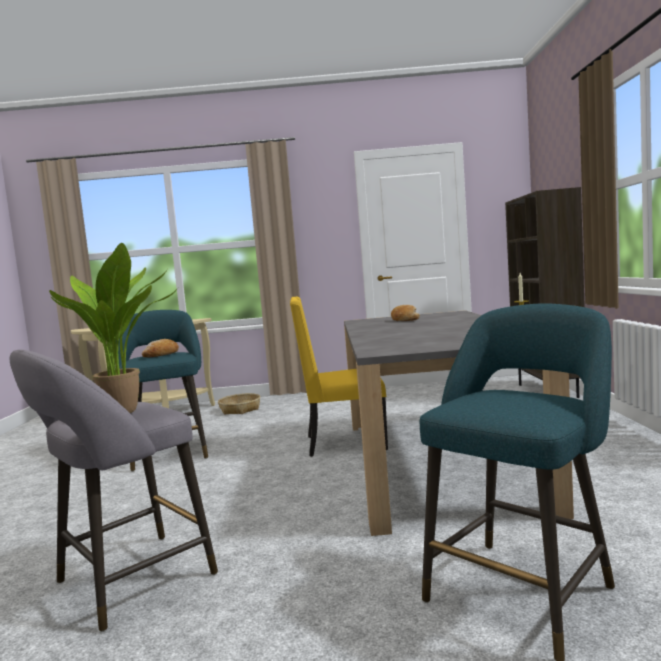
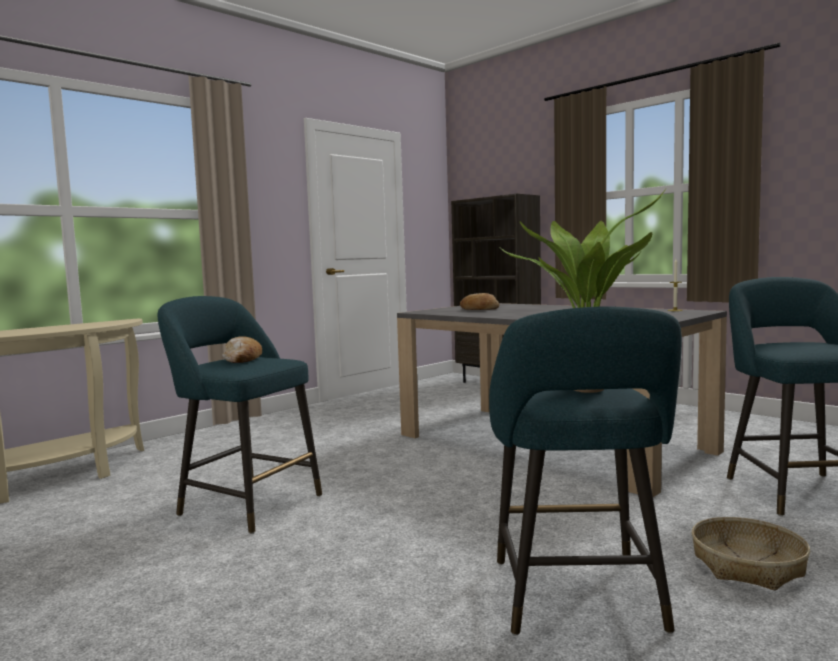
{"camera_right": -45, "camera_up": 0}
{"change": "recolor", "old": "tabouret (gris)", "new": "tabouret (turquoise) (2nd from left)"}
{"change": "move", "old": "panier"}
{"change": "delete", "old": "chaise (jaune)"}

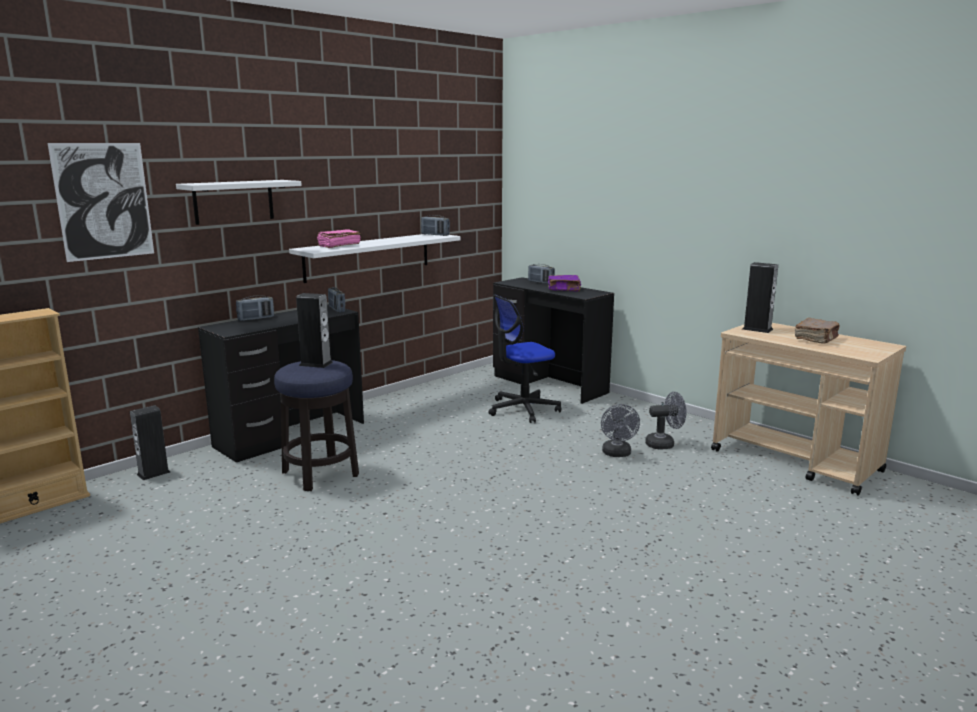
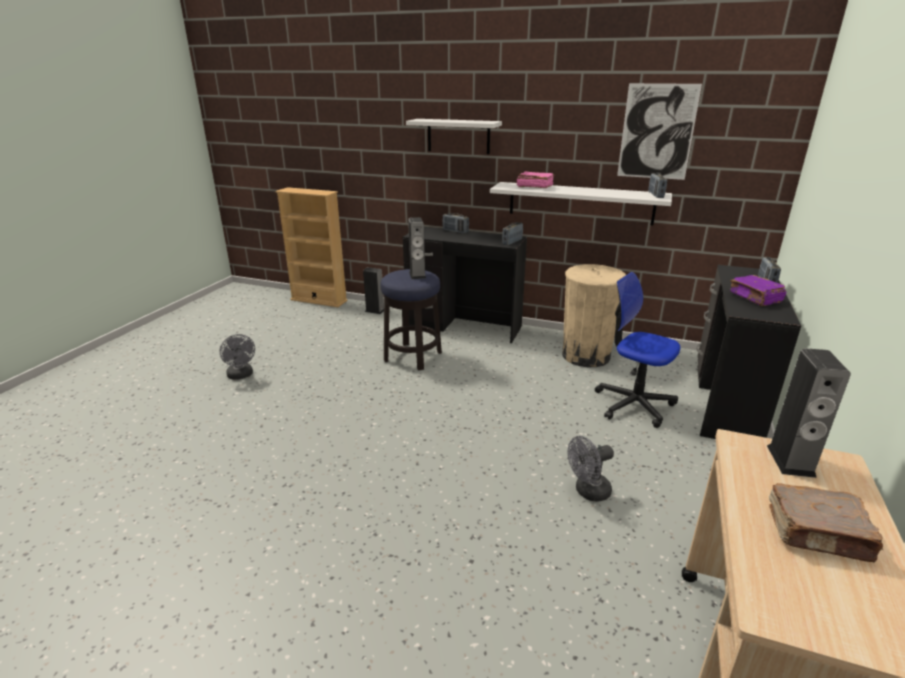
{"camera_right": 65, "camera_up": 10}
{"change": "move", "old": "ventilateur (gris) (2nd from left in the first image)", "new": "ventilateur (gris) (1st from left)"}
{"change": "insert", "new": "poubelle (beige)"}
{"change": "move", "old": "tableau"}

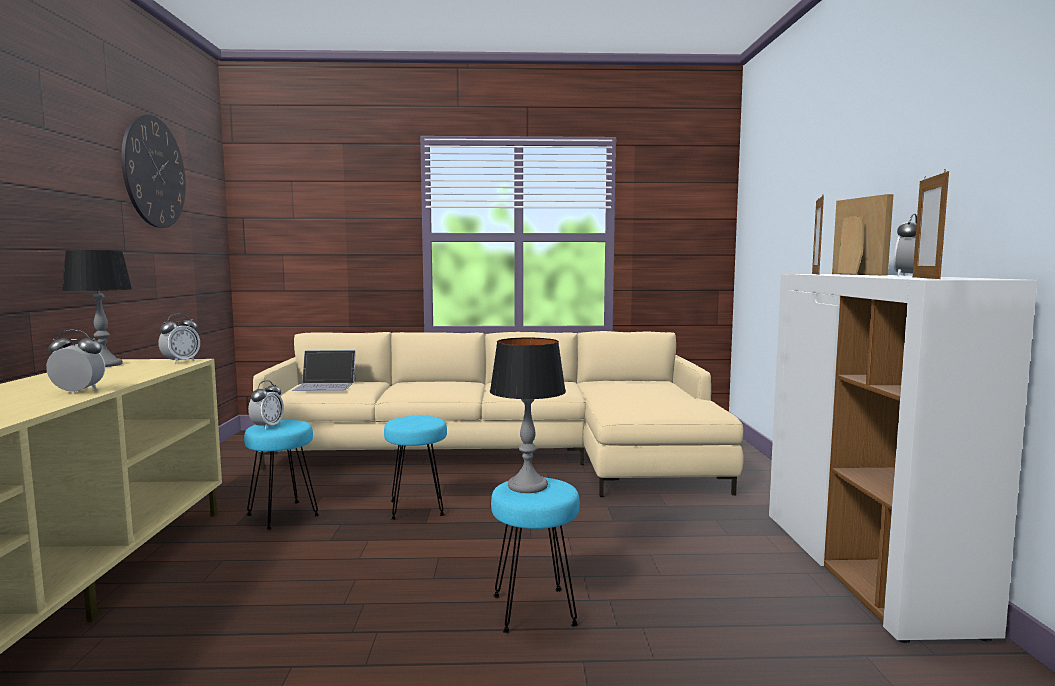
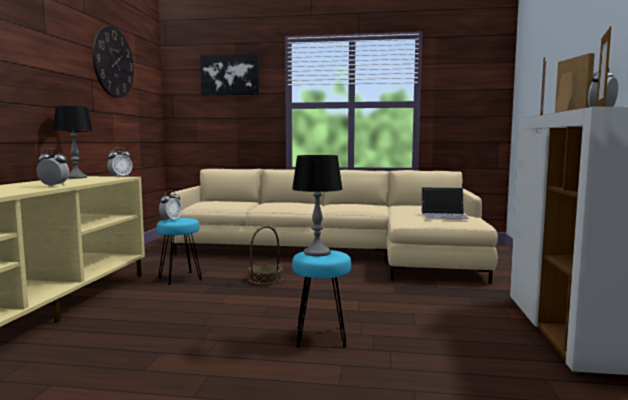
{"camera_right": 10, "camera_up": 0}
{"change": "insert", "new": "tableau"}
{"change": "replace", "old": "tabouret (turquoise) (2nd from left)", "new": "panier"}
{"change": "move", "old": "ordinateur portable"}

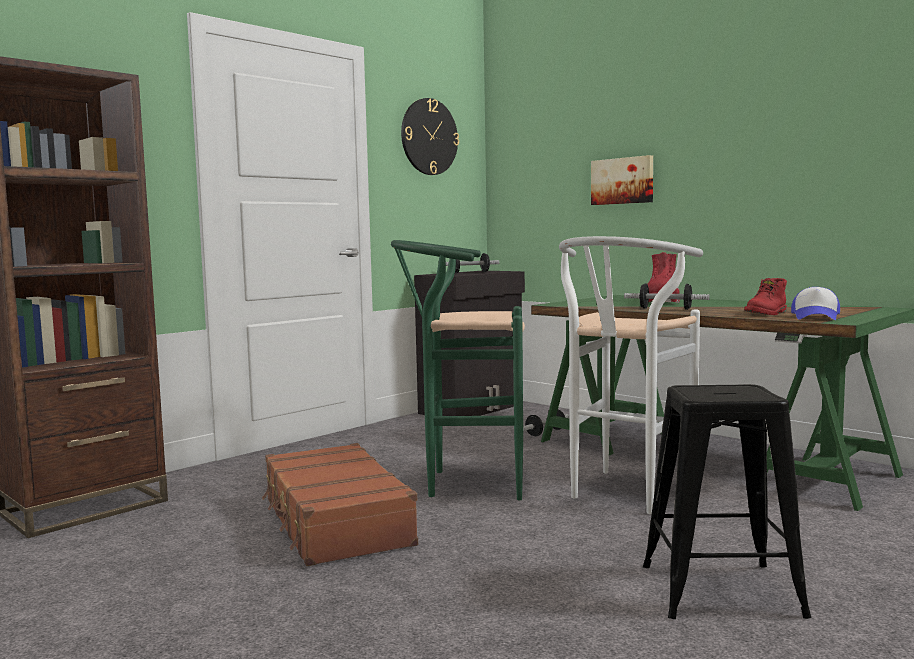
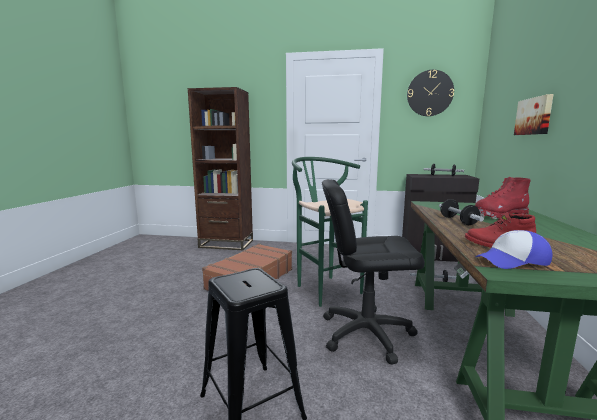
{"camera_right": 55, "camera_up": 5}
{"change": "replace", "old": "tabouret (blanc)", "new": "chaise de bureau (noir)"}

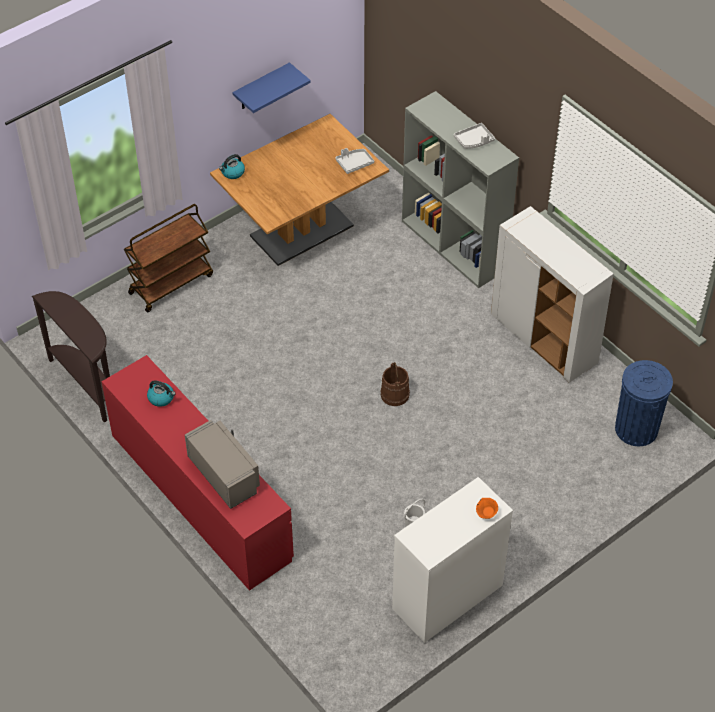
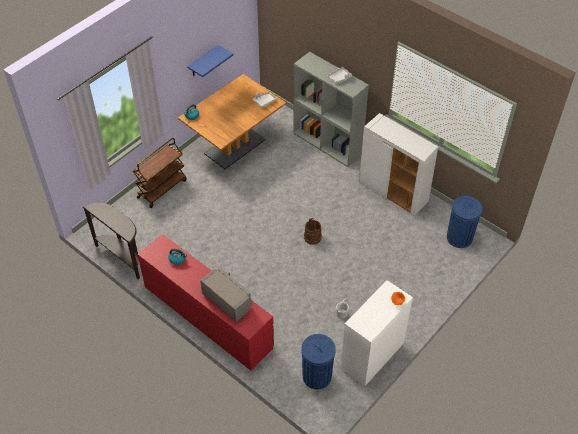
{"camera_right": -10, "camera_up": 0}
{"change": "insert", "new": "poubelle (bleu) (1st from left)"}

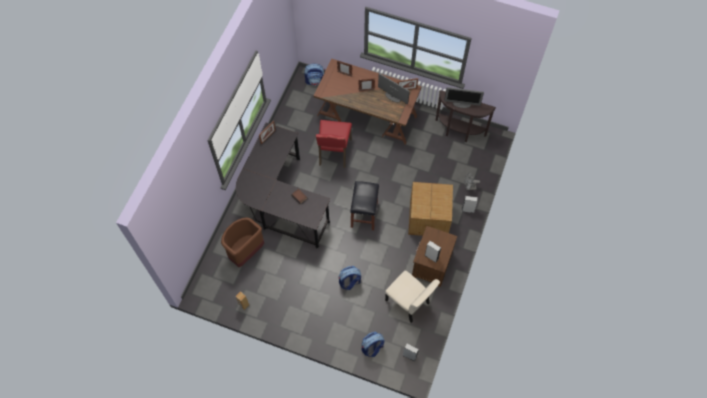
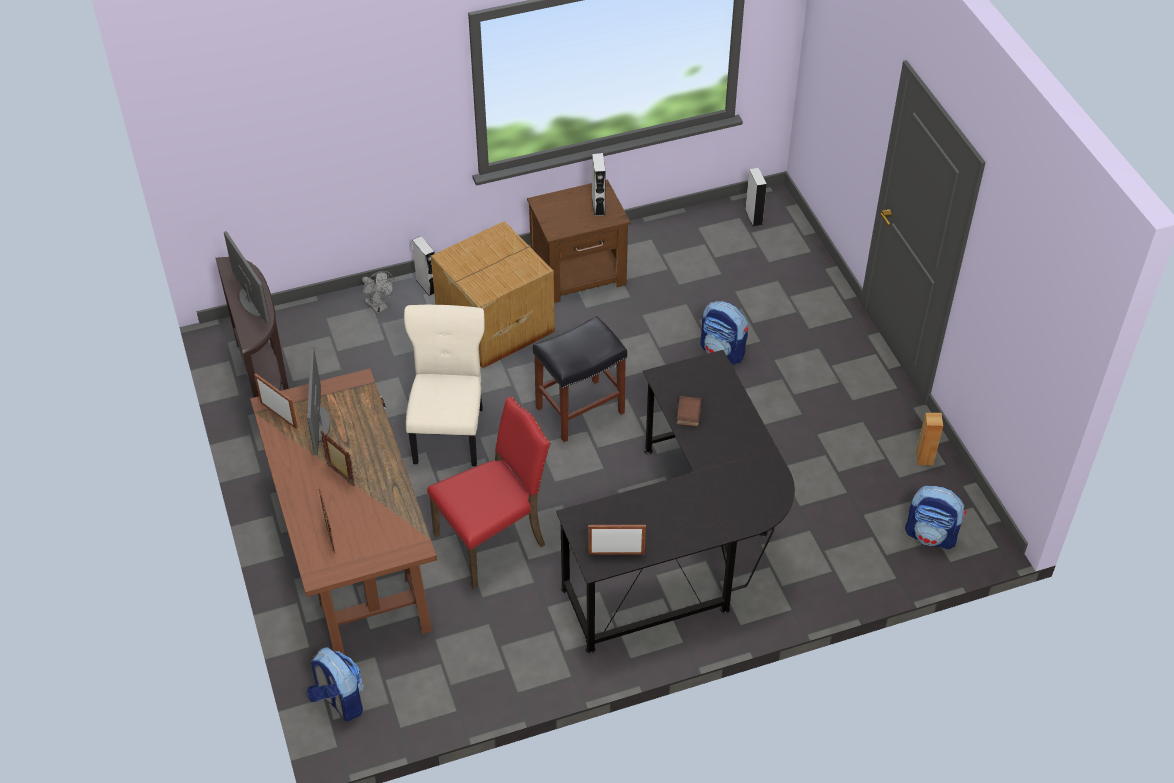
{"camera_right": -130, "camera_up": -15}
{"change": "move", "old": "chaise (beige)"}
{"change": "move", "old": "sac à dos (3rd from left)"}
{"change": "delete", "old": "poubelle (marron)"}

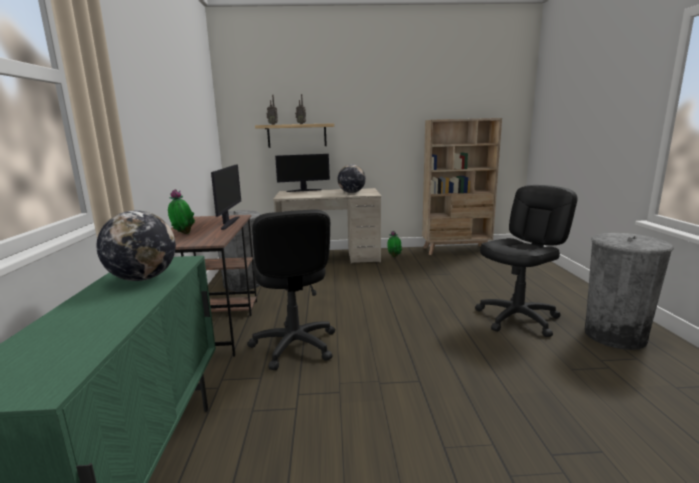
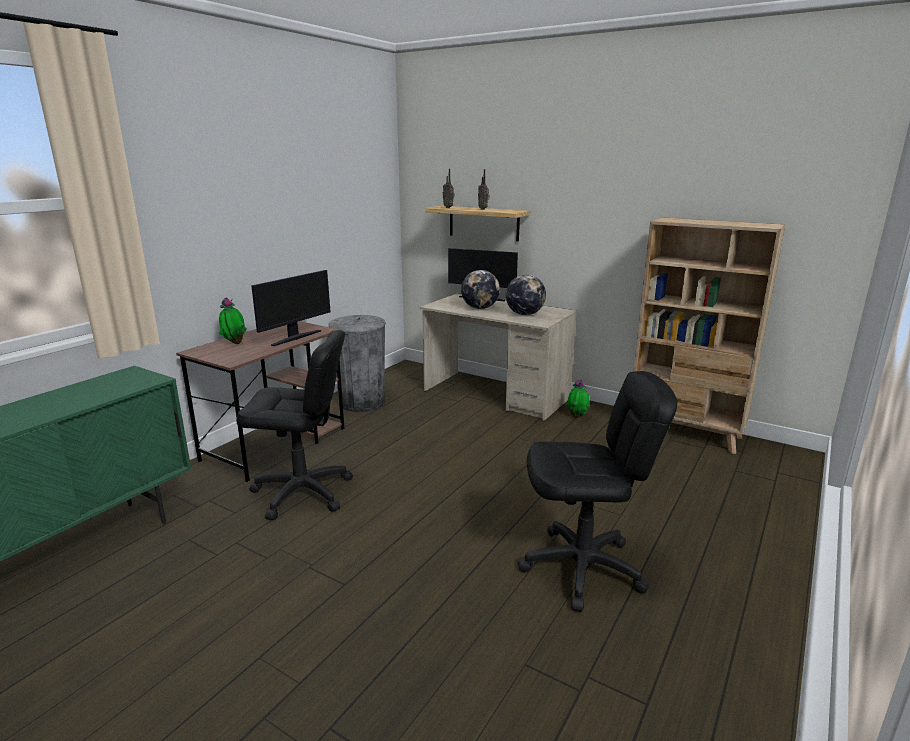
{"camera_right": 35, "camera_up": 5}
{"change": "rotate", "old": "chaise de bureau (noir) (1st from left)", "degrees": -105}
{"change": "move", "old": "globe (1st from left)"}
{"change": "delete", "old": "poubelle (gris) (2nd from left)"}

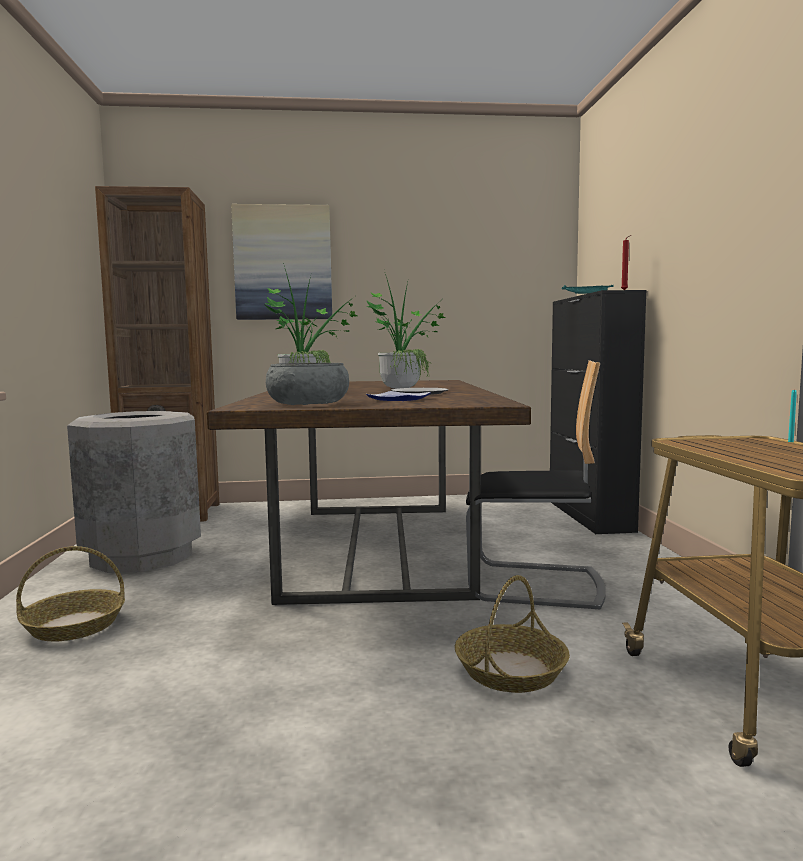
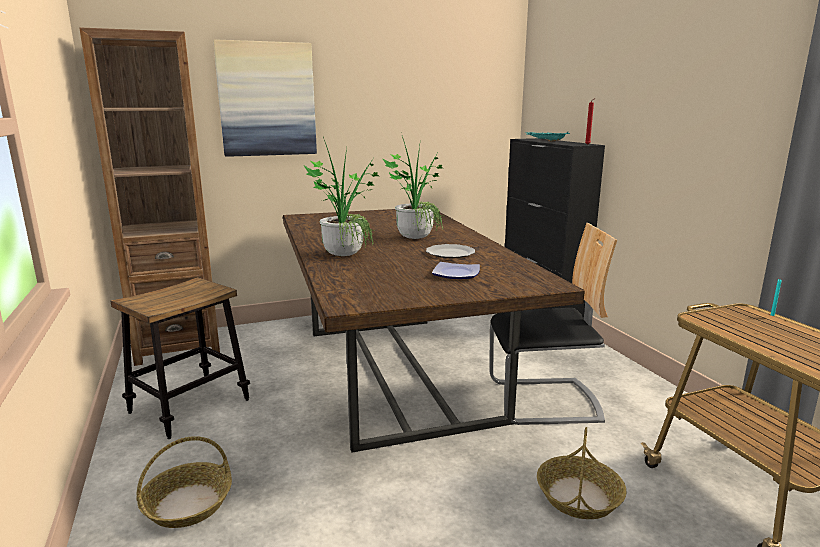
{"camera_right": -15, "camera_up": 10}
{"change": "replace", "old": "poubelle (gris)", "new": "tabouret"}
{"change": "delete", "old": "bol (gris)"}

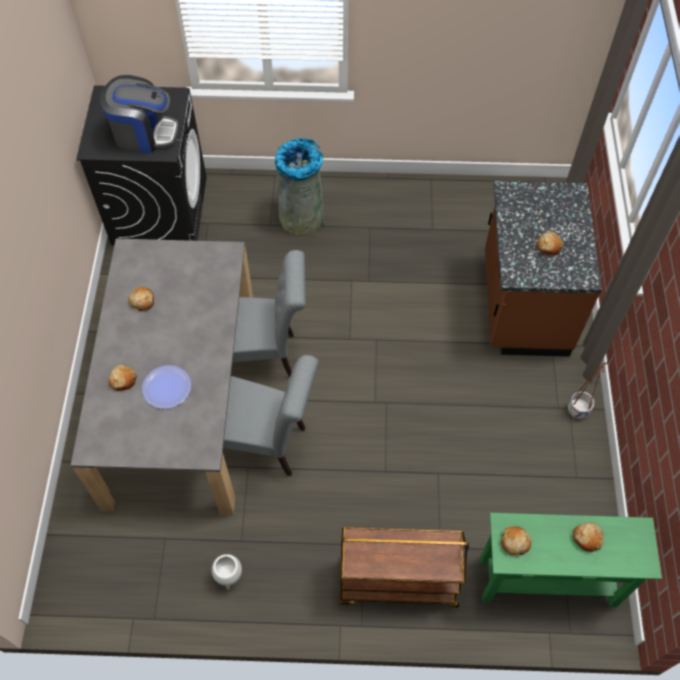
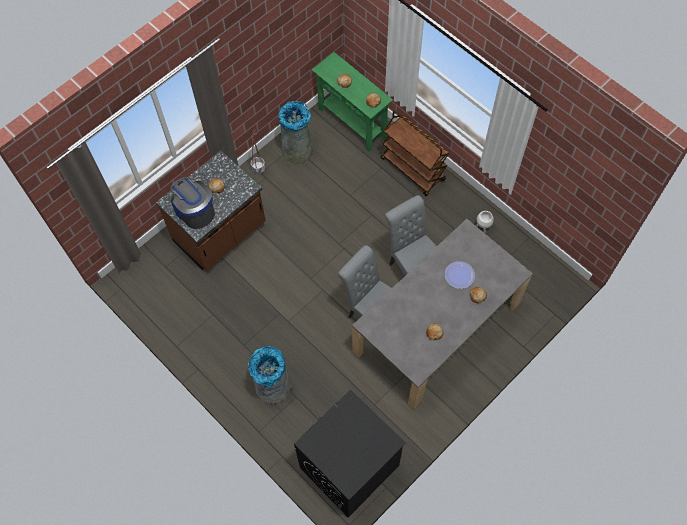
{"camera_right": -135, "camera_up": 5}
{"change": "move", "old": "machine à café"}
{"change": "insert", "new": "poubelle (gris) (2nd from left)"}

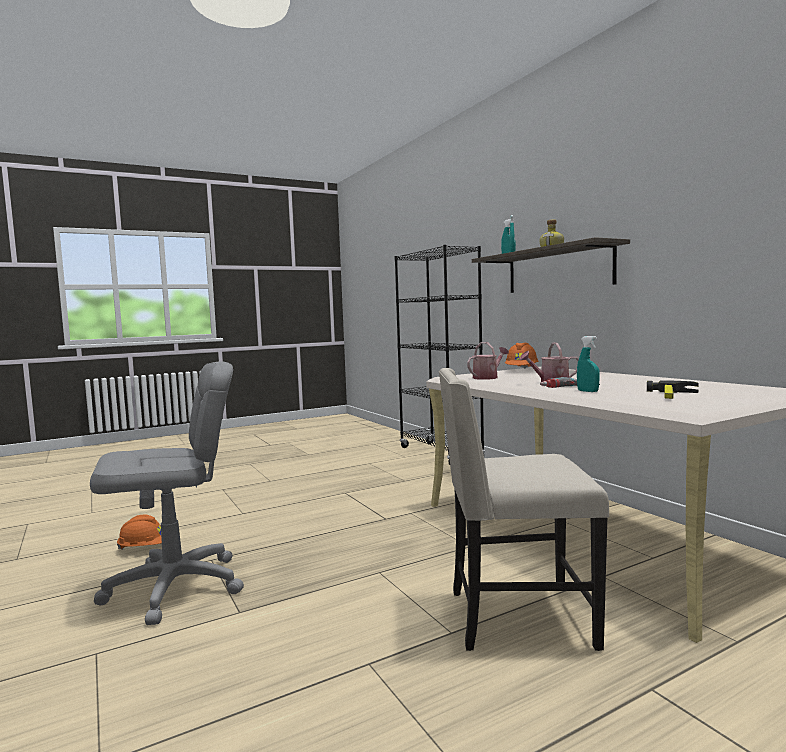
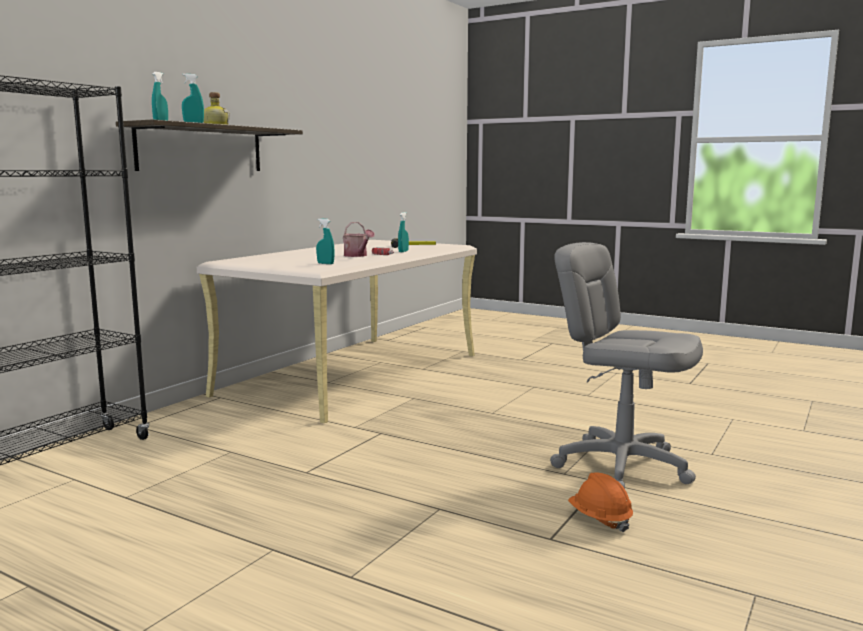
{"camera_right": -120, "camera_up": 5}
{"change": "replace", "old": "arrosoir (1st from left)", "new": "vaporisateur (turquoise) (3rd from left)"}
{"change": "delete", "old": "chaise (beige)"}
{"change": "delete", "old": "casque de chantier (orange) (2nd from left)"}

